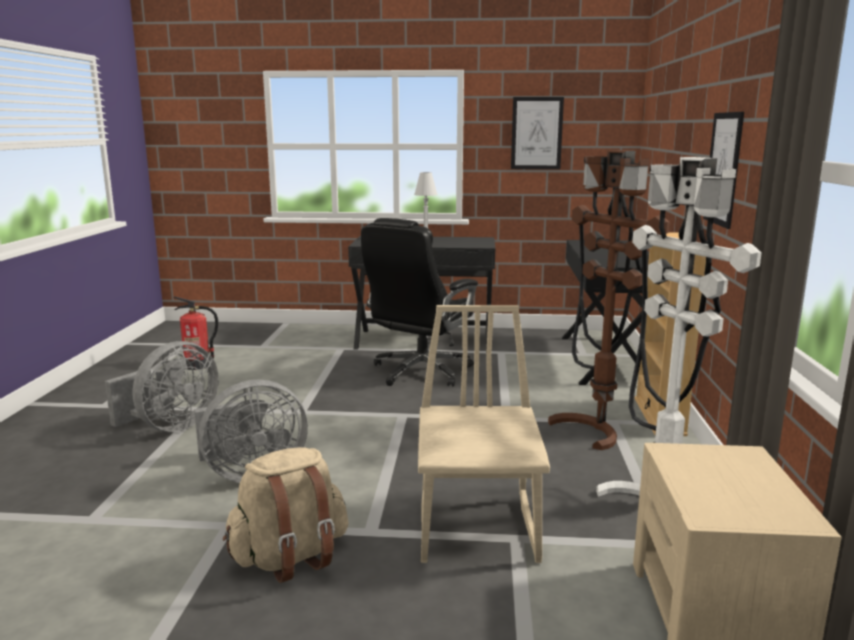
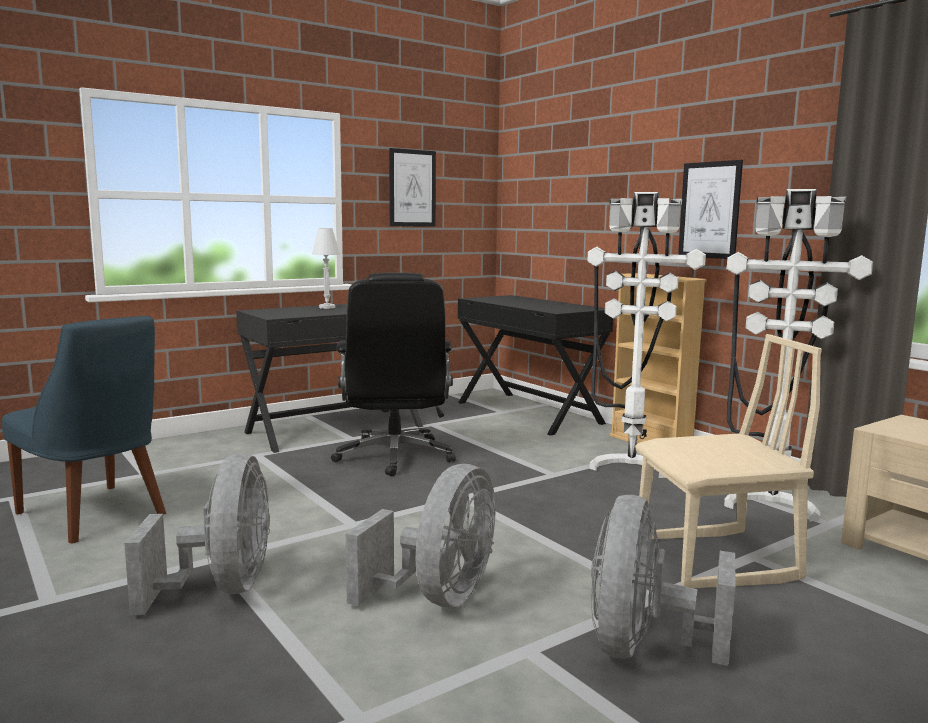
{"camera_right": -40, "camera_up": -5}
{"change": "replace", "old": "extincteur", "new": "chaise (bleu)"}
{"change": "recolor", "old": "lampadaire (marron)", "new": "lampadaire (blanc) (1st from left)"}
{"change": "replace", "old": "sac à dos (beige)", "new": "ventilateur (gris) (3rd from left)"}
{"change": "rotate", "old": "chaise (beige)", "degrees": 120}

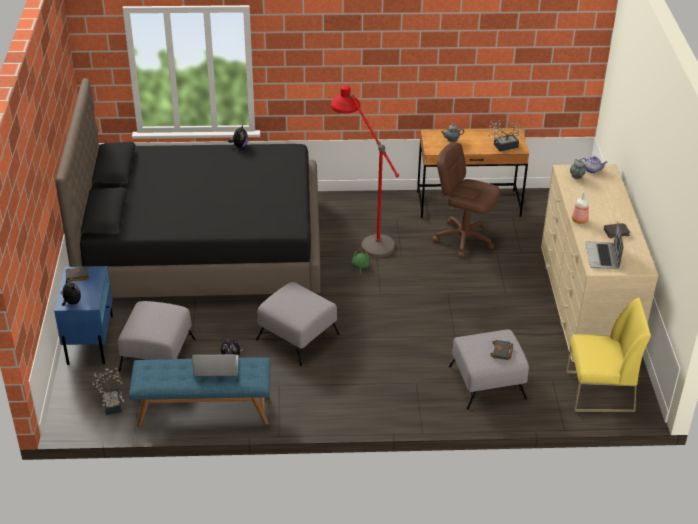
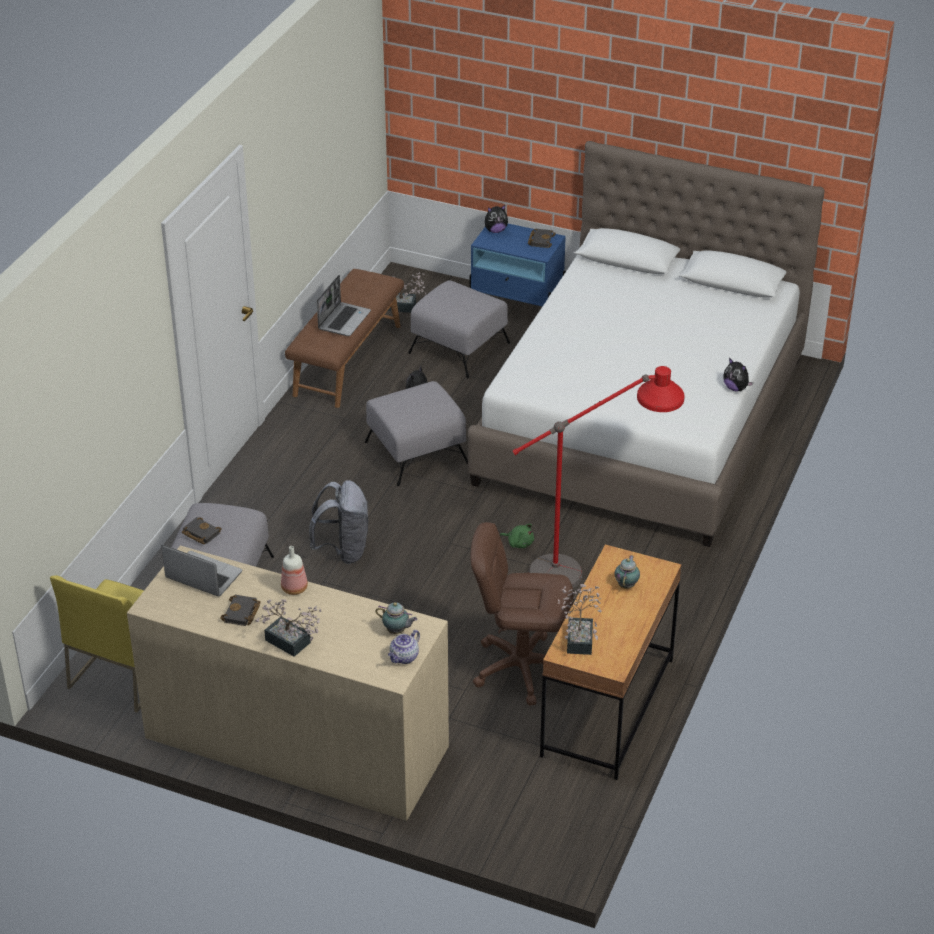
{"camera_right": 115, "camera_up": 0}
{"change": "insert", "new": "plante en pot (1st from left)"}
{"change": "recolor", "old": "banc (bleu)", "new": "banc (marron)"}
{"change": "insert", "new": "sac à dos (gris)"}
{"change": "recolor", "old": "lit (noir)", "new": "lit (blanc)"}
{"change": "rotate", "old": "chaise de bureau (marron)", "degrees": -135}

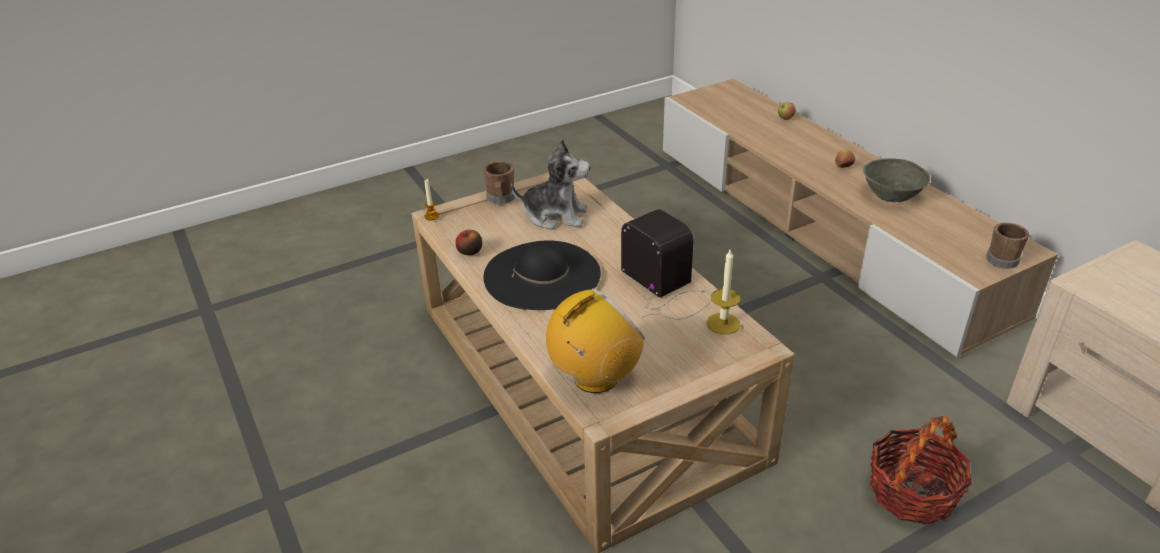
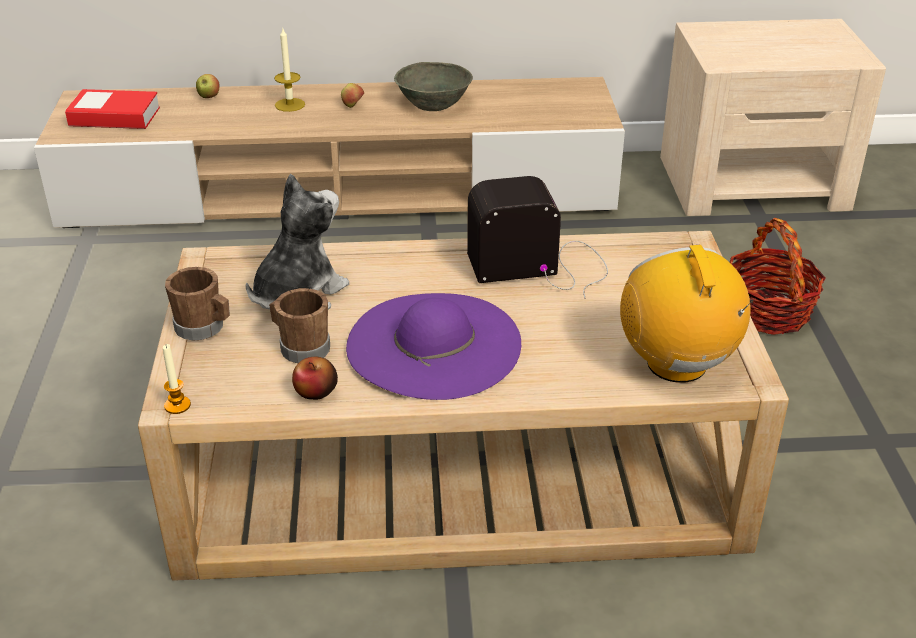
{"camera_right": -65, "camera_up": 0}
{"change": "insert", "new": "livre"}
{"change": "move", "old": "mug (marron) (2nd from left)"}
{"change": "move", "old": "bougie (2nd from left)"}
{"change": "recolor", "old": "chapeau (noir)", "new": "chapeau (violet)"}

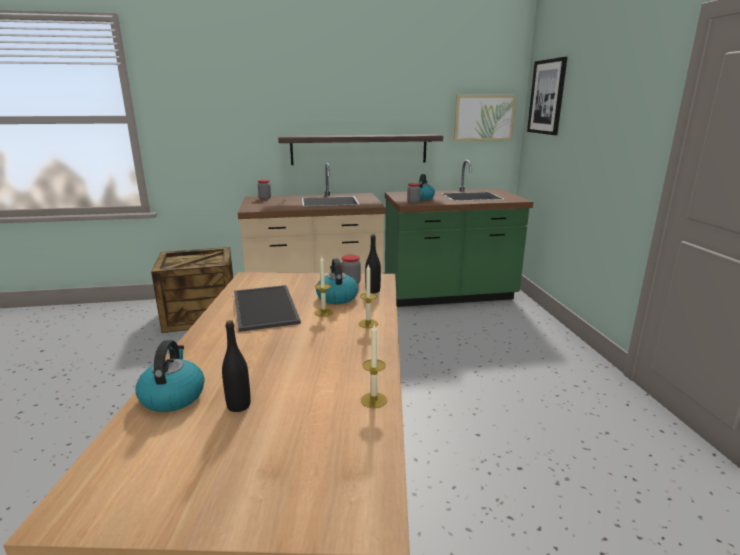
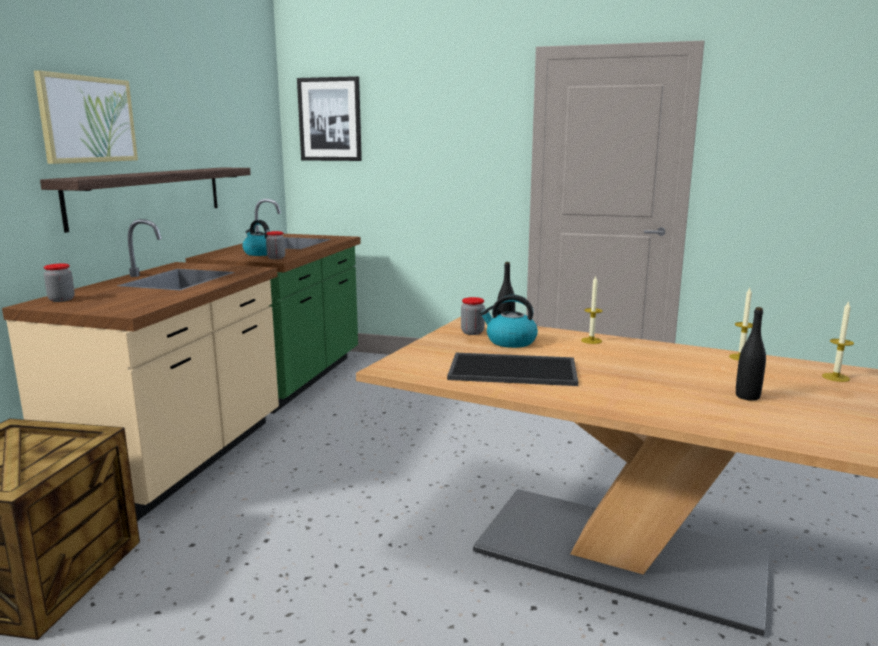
{"camera_right": -65, "camera_up": -5}
{"change": "move", "old": "tableau (1st from left)"}
{"change": "move", "old": "bougie (1st from left in the first image)", "new": "bougie (3rd from left)"}
{"change": "delete", "old": "bouilloire (1st from left)"}

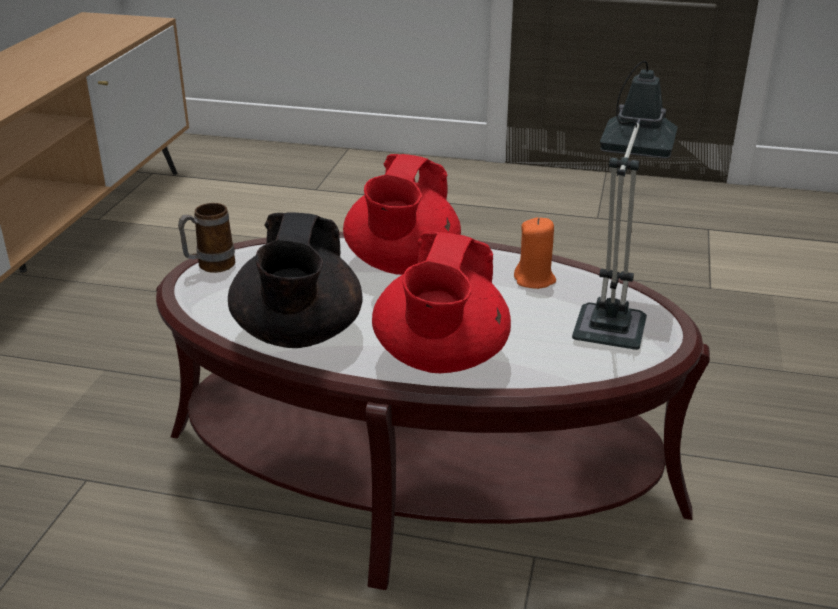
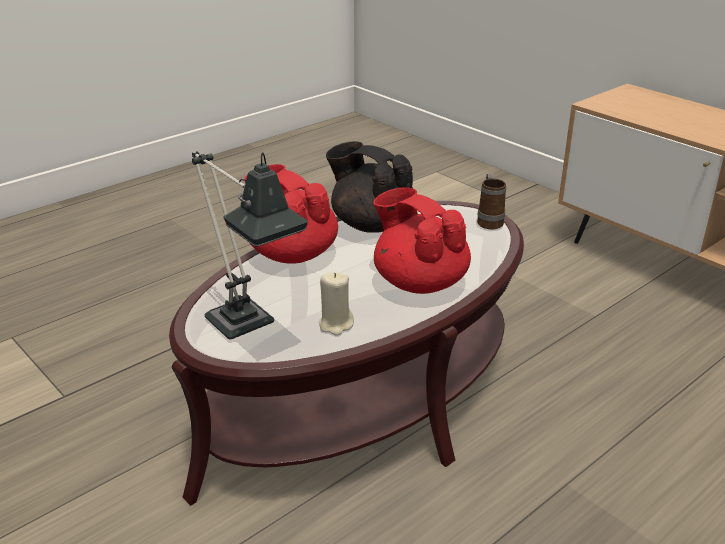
{"camera_right": 125, "camera_up": 0}
{"change": "recolor", "old": "bougie (orange)", "new": "bougie (beige)"}

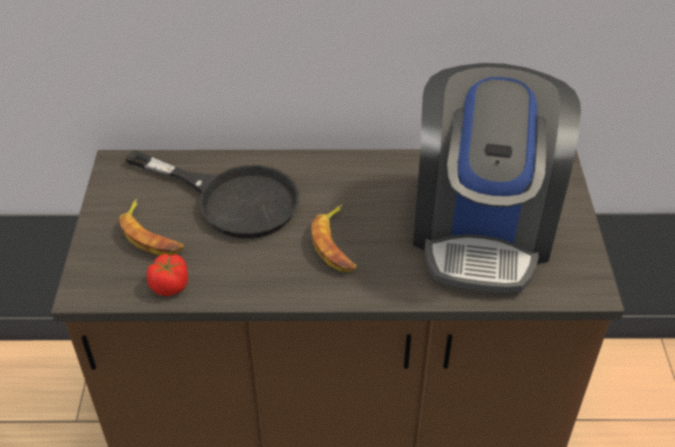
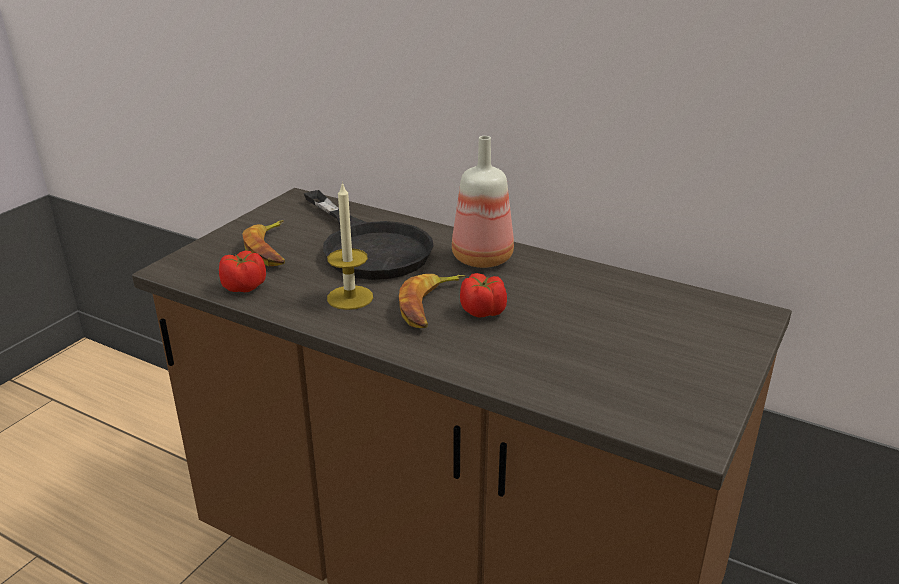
{"camera_right": 30, "camera_up": -15}
{"change": "insert", "new": "bougie"}
{"change": "insert", "new": "bouteille"}
{"change": "insert", "new": "tomate (2nd from left)"}
{"change": "delete", "old": "machine à café"}

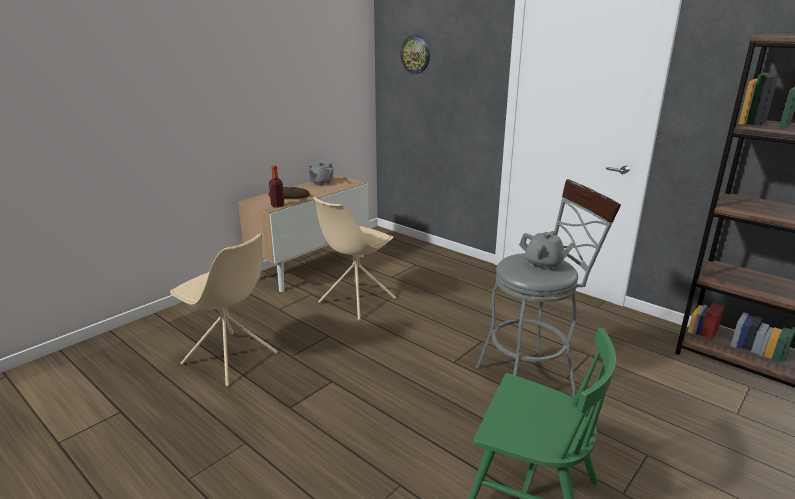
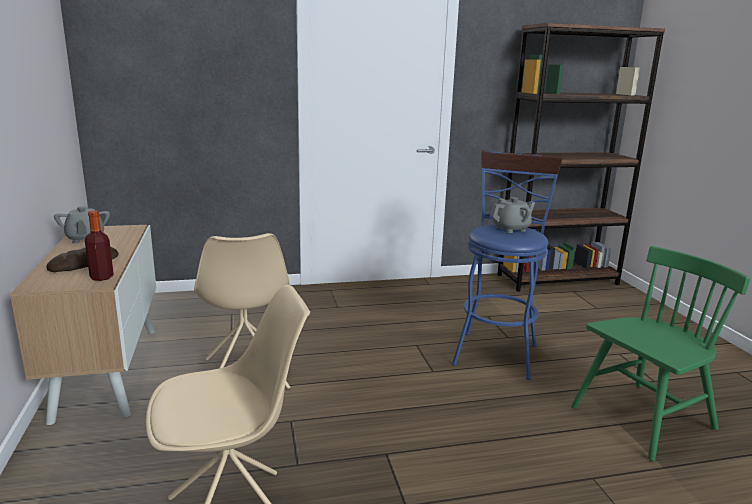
{"camera_right": -55, "camera_up": -5}
{"change": "recolor", "old": "tabouret (gris)", "new": "tabouret (bleu)"}
{"change": "delete", "old": "horloge murale"}

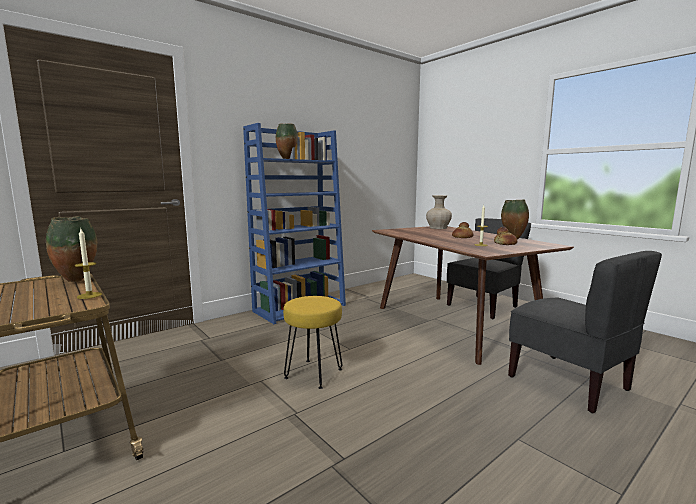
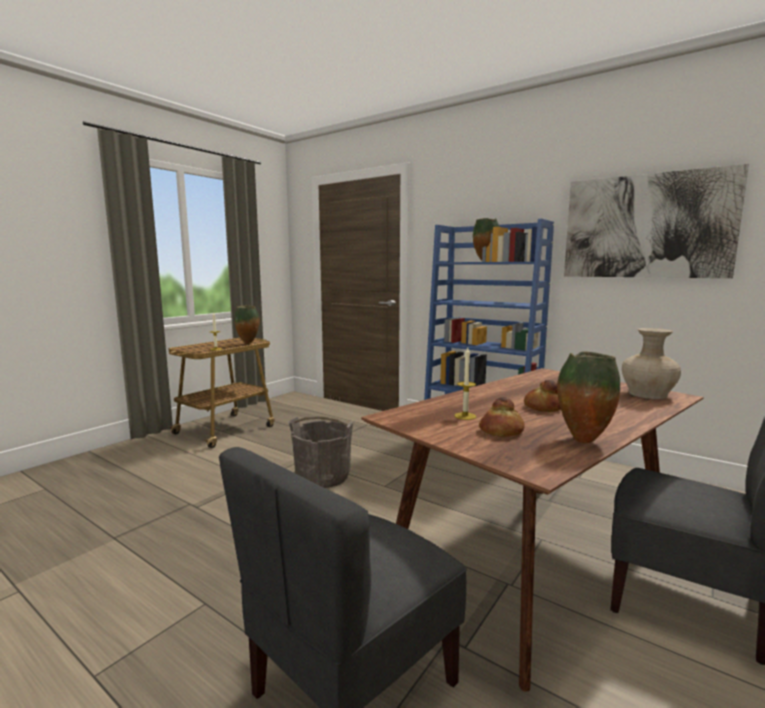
{"camera_right": 75, "camera_up": 0}
{"change": "replace", "old": "tabouret (jaune)", "new": "seau (gris)"}
{"change": "insert", "new": "tableau"}

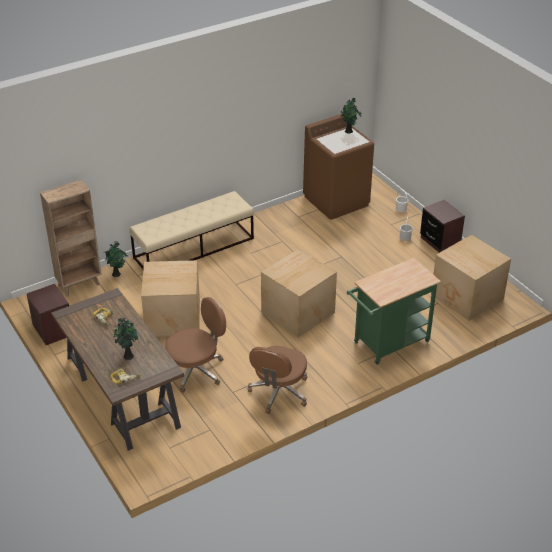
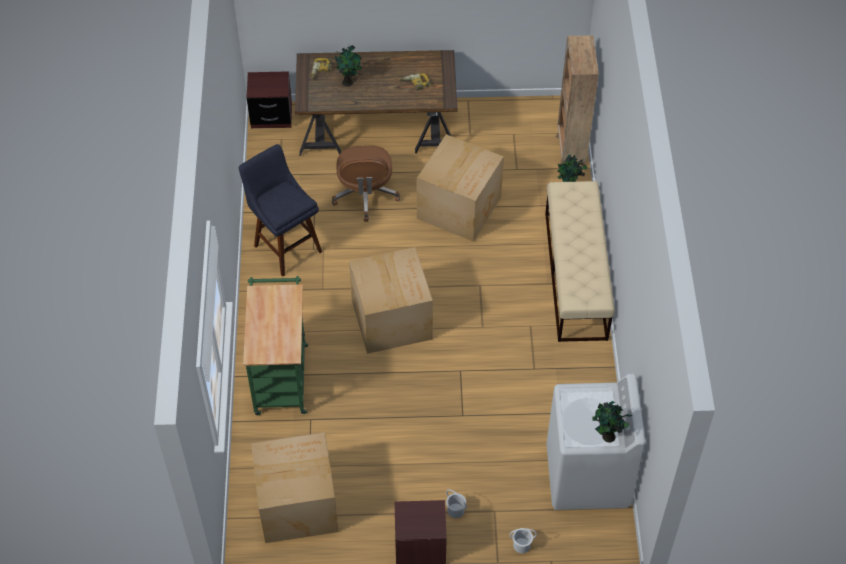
{"camera_right": 120, "camera_up": 15}
{"change": "replace", "old": "chaise de bureau (marron) (2nd from left)", "new": "tabouret (bleu)"}
{"change": "move", "old": "table de chevet (marron) (1st from left)"}
{"change": "recolor", "old": "lave-linge (marron)", "new": "lave-linge (blanc)"}

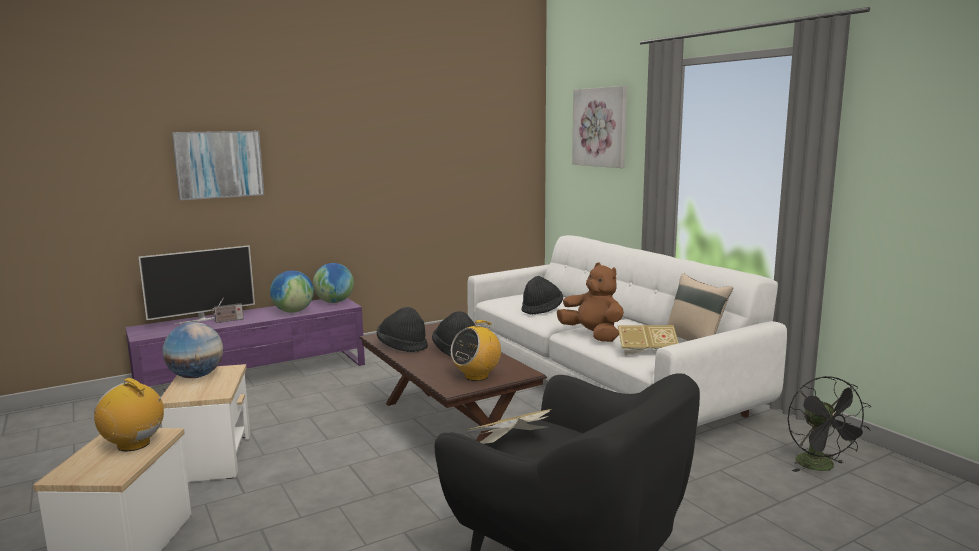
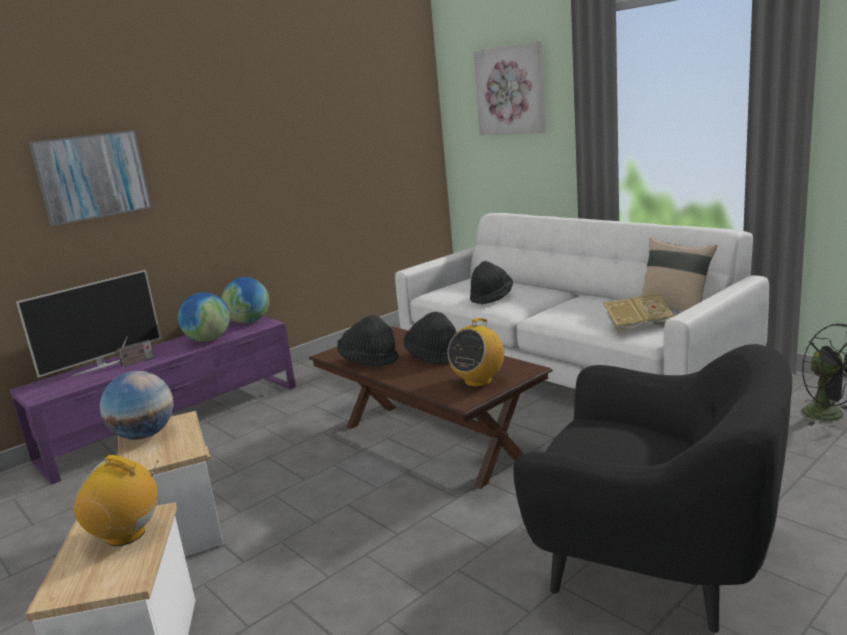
{"camera_right": -10, "camera_up": 5}
{"change": "delete", "old": "livre (1st from left)"}
{"change": "delete", "old": "peluche (marron)"}

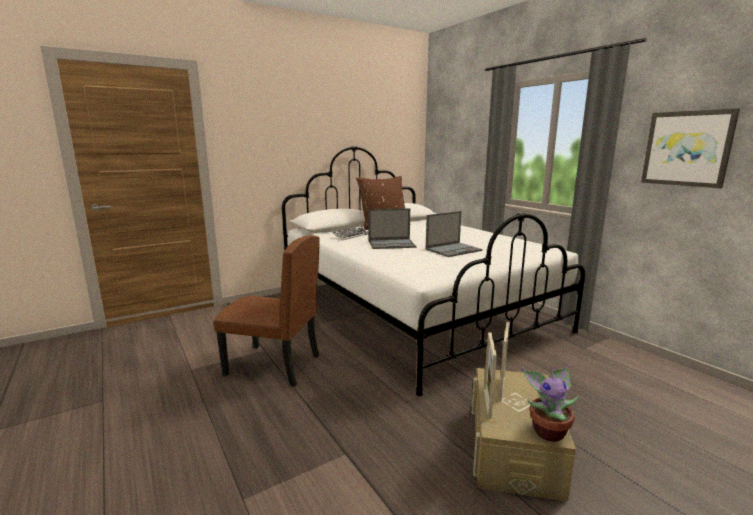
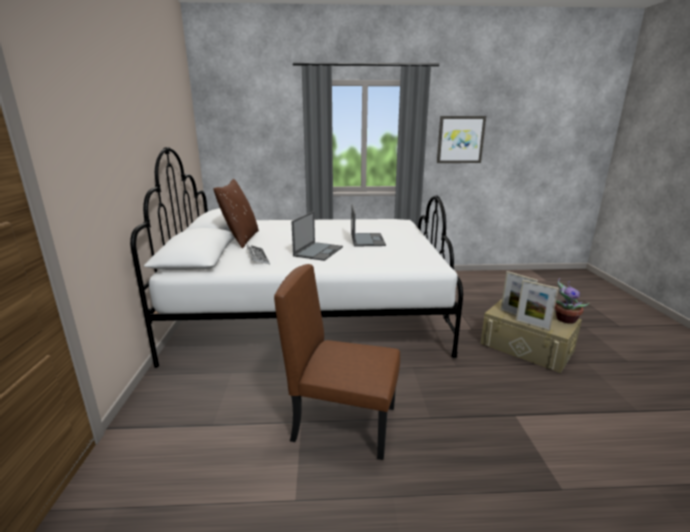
{"camera_right": -60, "camera_up": 5}
{"change": "rotate", "old": "chaise (marron)", "degrees": -120}

